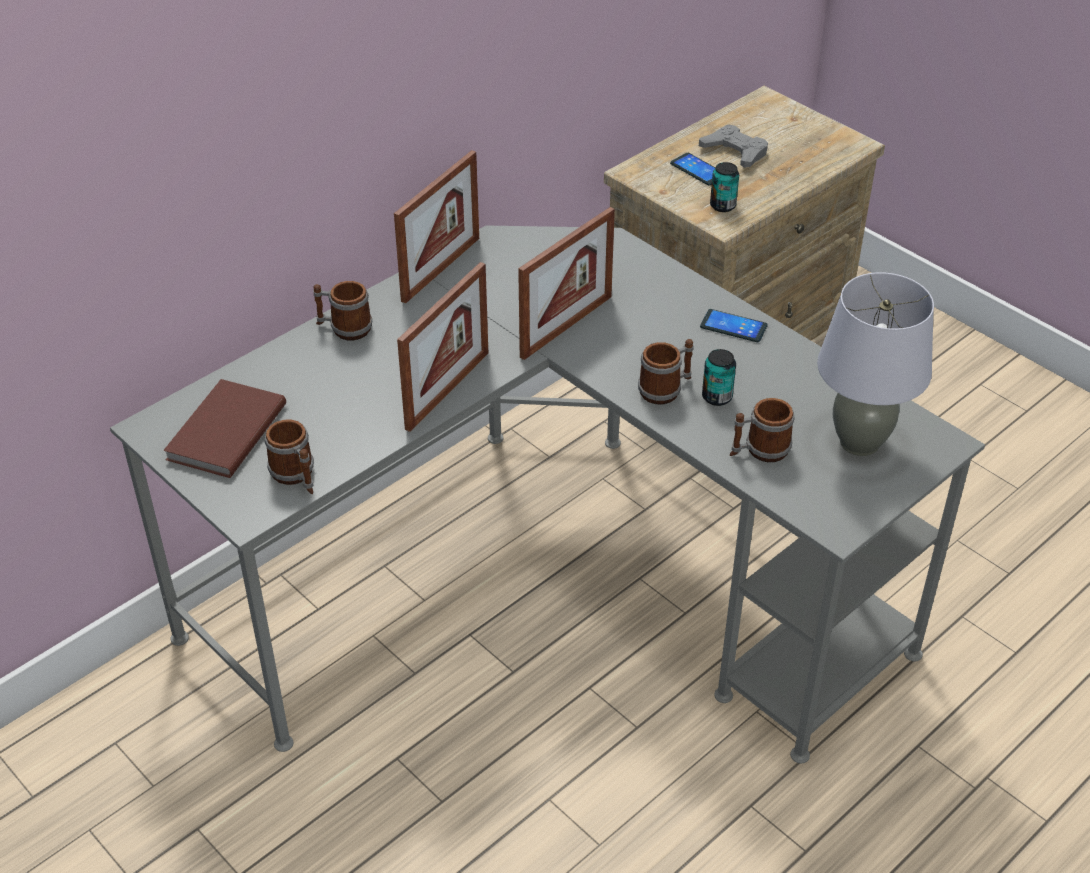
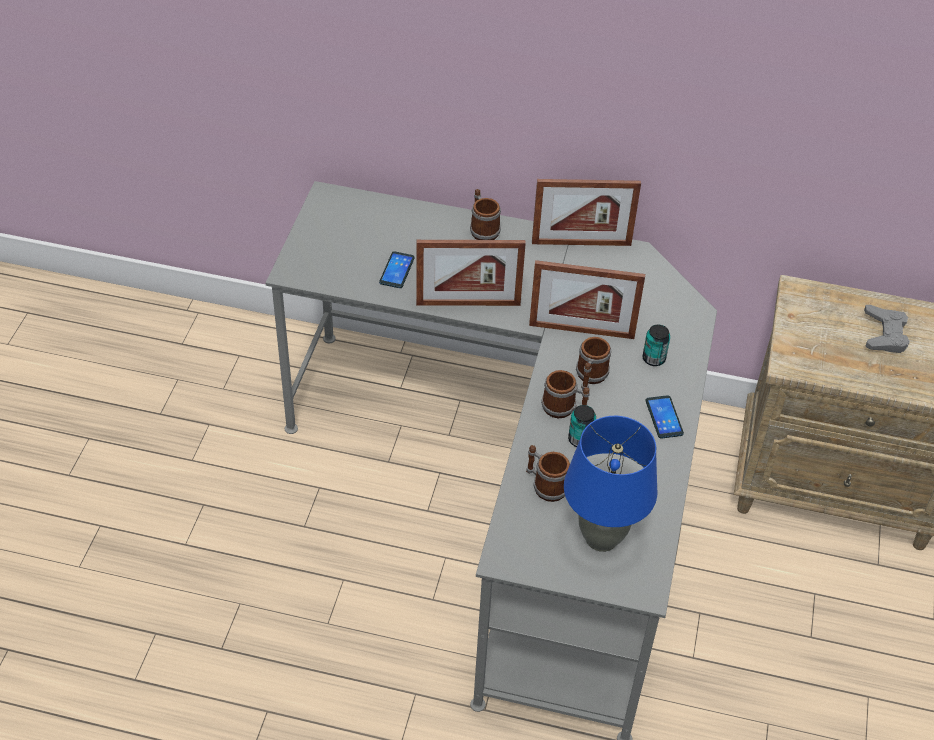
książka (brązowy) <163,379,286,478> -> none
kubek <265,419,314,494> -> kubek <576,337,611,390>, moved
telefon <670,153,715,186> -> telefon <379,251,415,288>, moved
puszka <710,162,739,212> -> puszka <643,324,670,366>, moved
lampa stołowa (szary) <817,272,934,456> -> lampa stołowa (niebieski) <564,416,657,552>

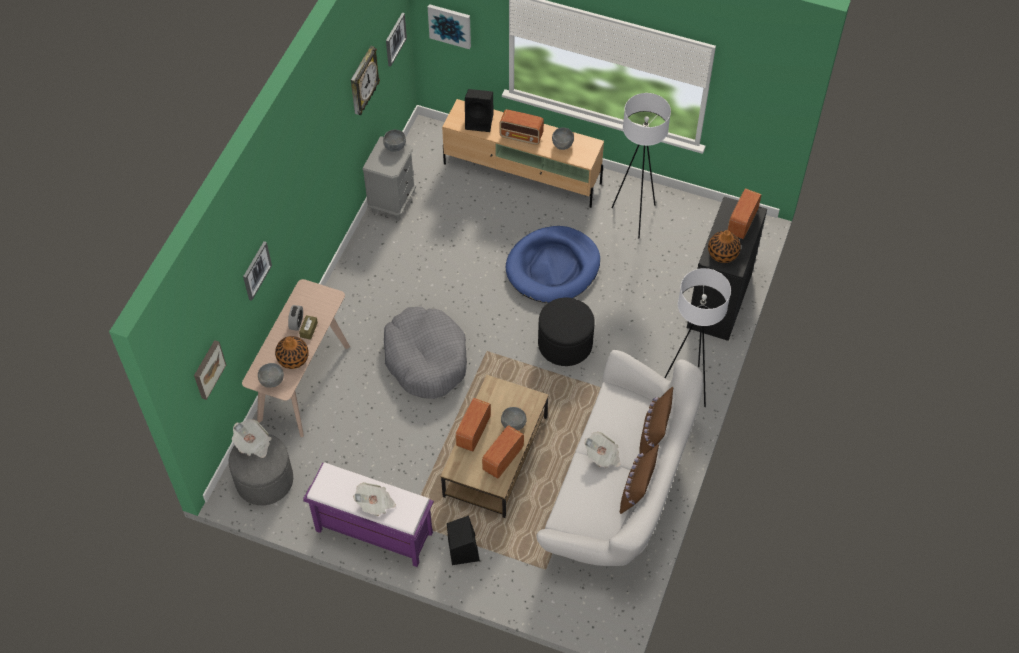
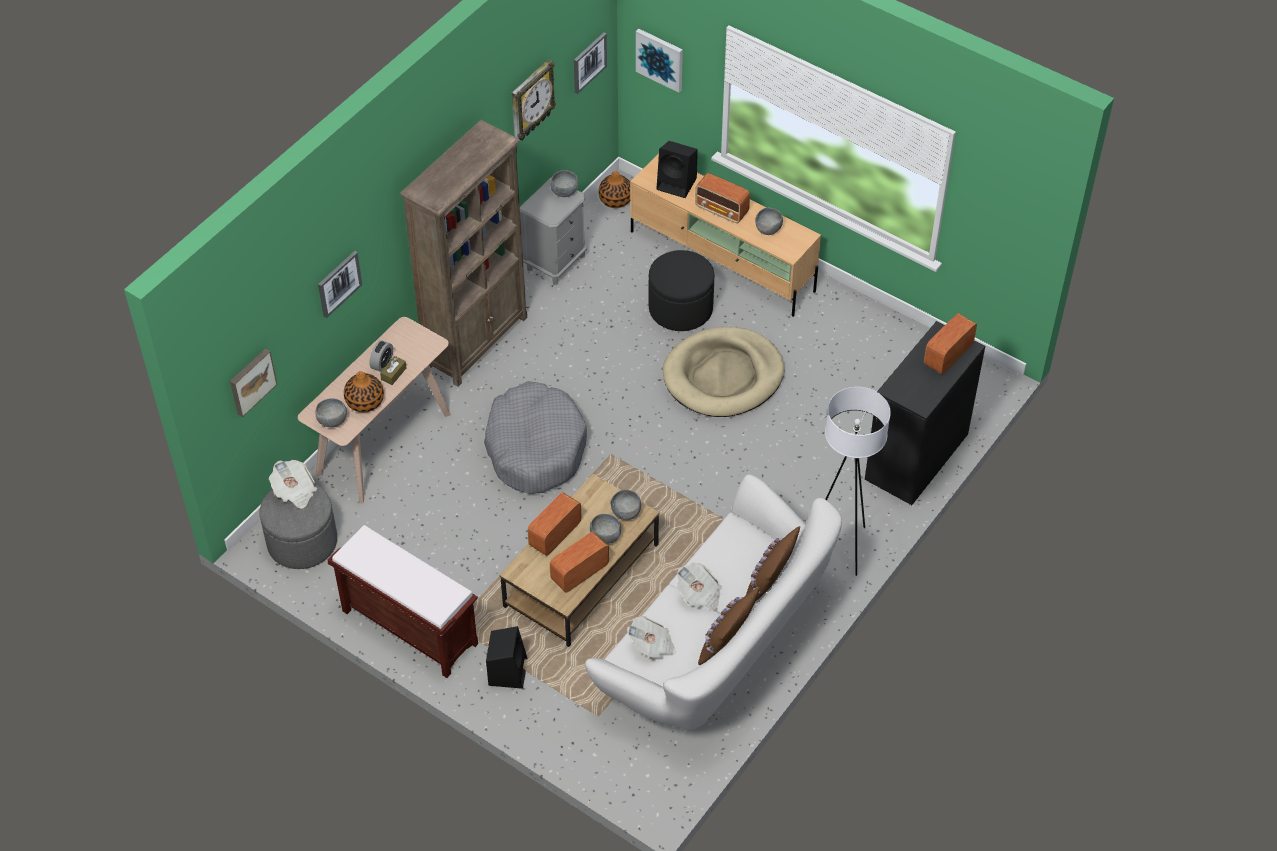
ławka (fioletowy) <303,462,434,567> -> ławka (brązowy) <328,525,478,678>
gazeta <353,482,396,516> -> gazeta <627,616,676,658>, moved
legowisko (niebieski) <506,226,600,303> -> legowisko (beżowy) <663,327,784,417>
pufa (czarny) <538,298,595,366> -> pufa (czarny) <648,250,715,331>, moved
lampa stojąca (biały) <611,93,671,238> -> none
wazon <708,230,741,263> -> wazon <598,171,630,208>, moved
none -> regał (brązowy) <400,120,527,387>
none -> miska (szary) <611,490,641,520>

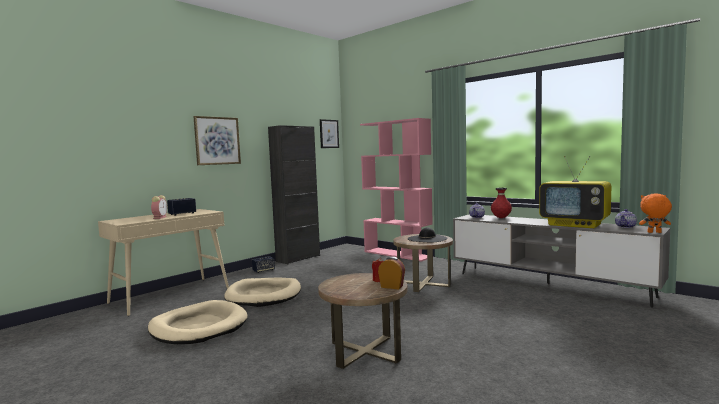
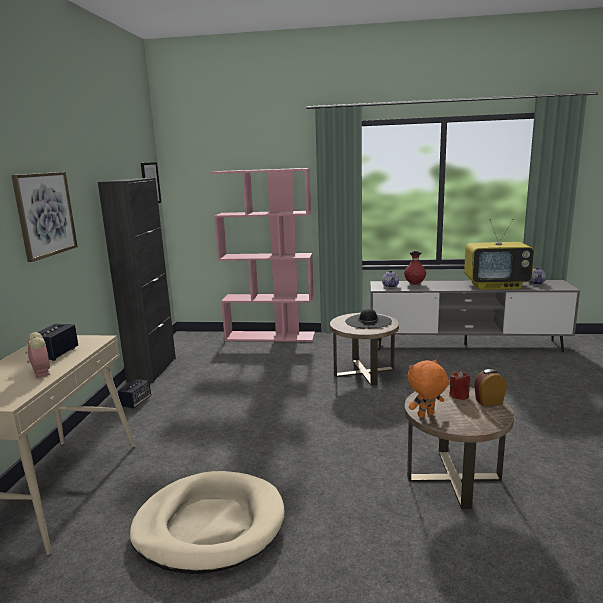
legowisko (beżowy) <224,278,301,307> -> none
pluszak (pomarańczowy) <639,193,672,233> -> pluszak (pomarańczowy) <408,359,449,418>, moved

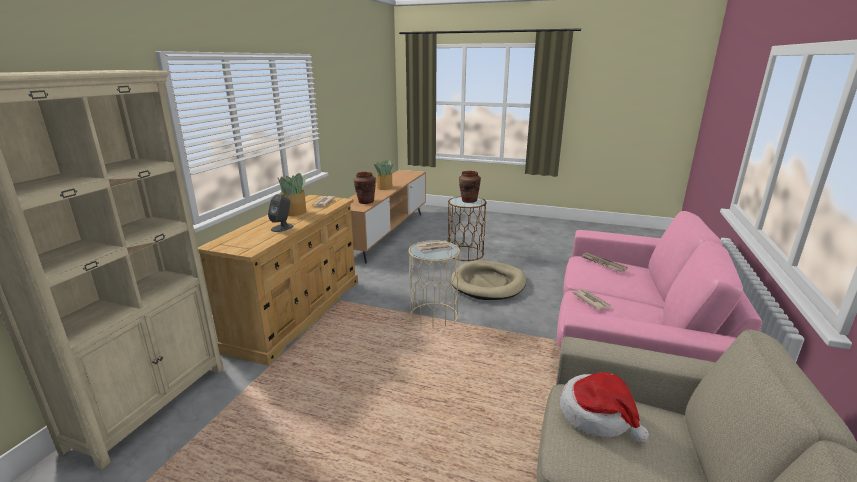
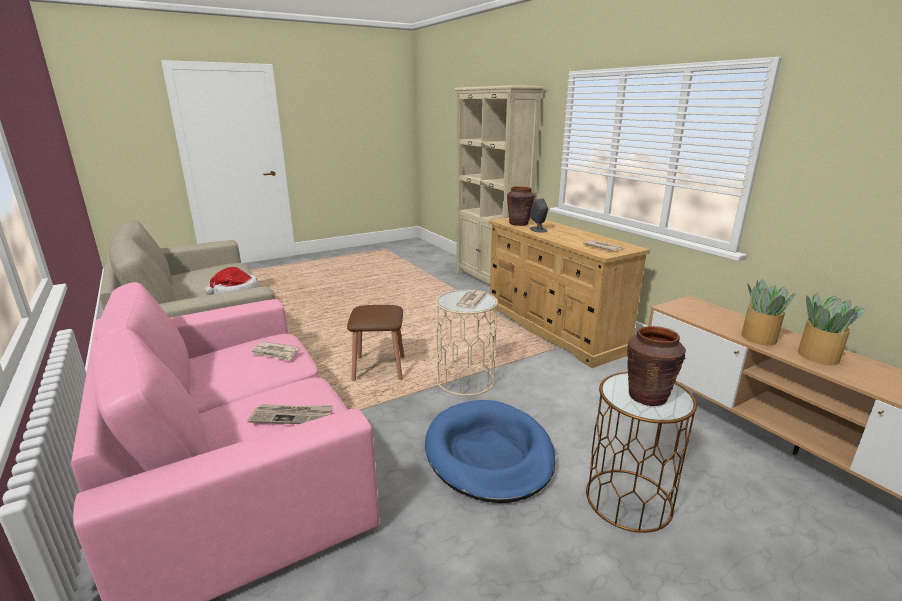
roślina doniczkowa <278,173,307,216> -> roślina doniczkowa <741,279,795,346>, moved
wazon (brązowy) <354,172,376,204> -> wazon (brązowy) <507,187,535,226>, moved
legowisko (beżowy) <450,260,526,300> -> legowisko (niebieski) <425,400,556,503>
none -> stołek (brązowy) <347,305,404,381>

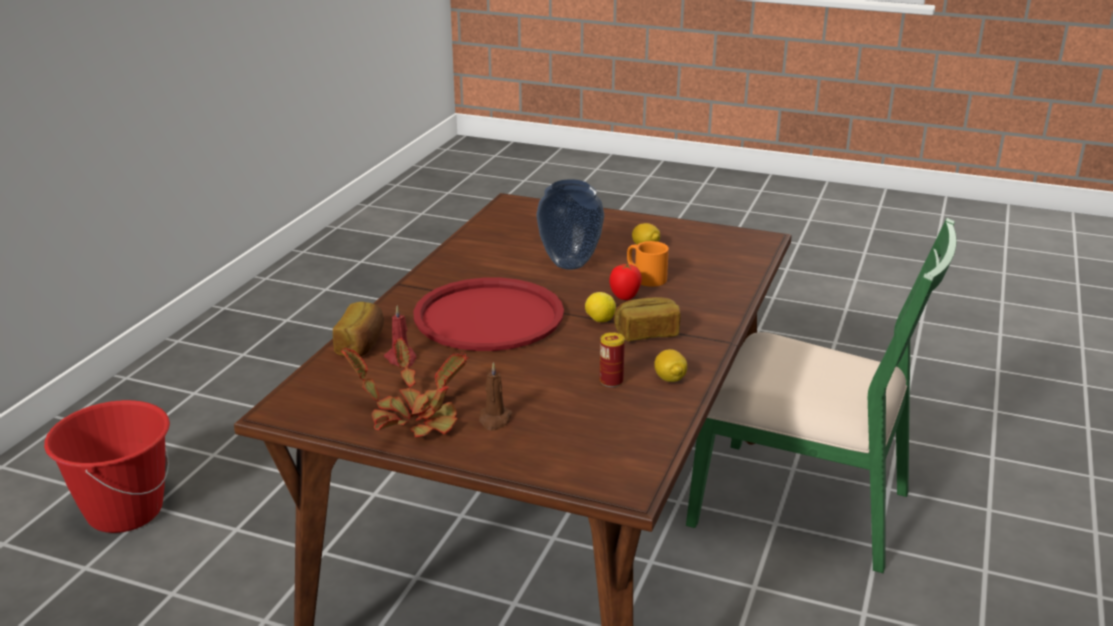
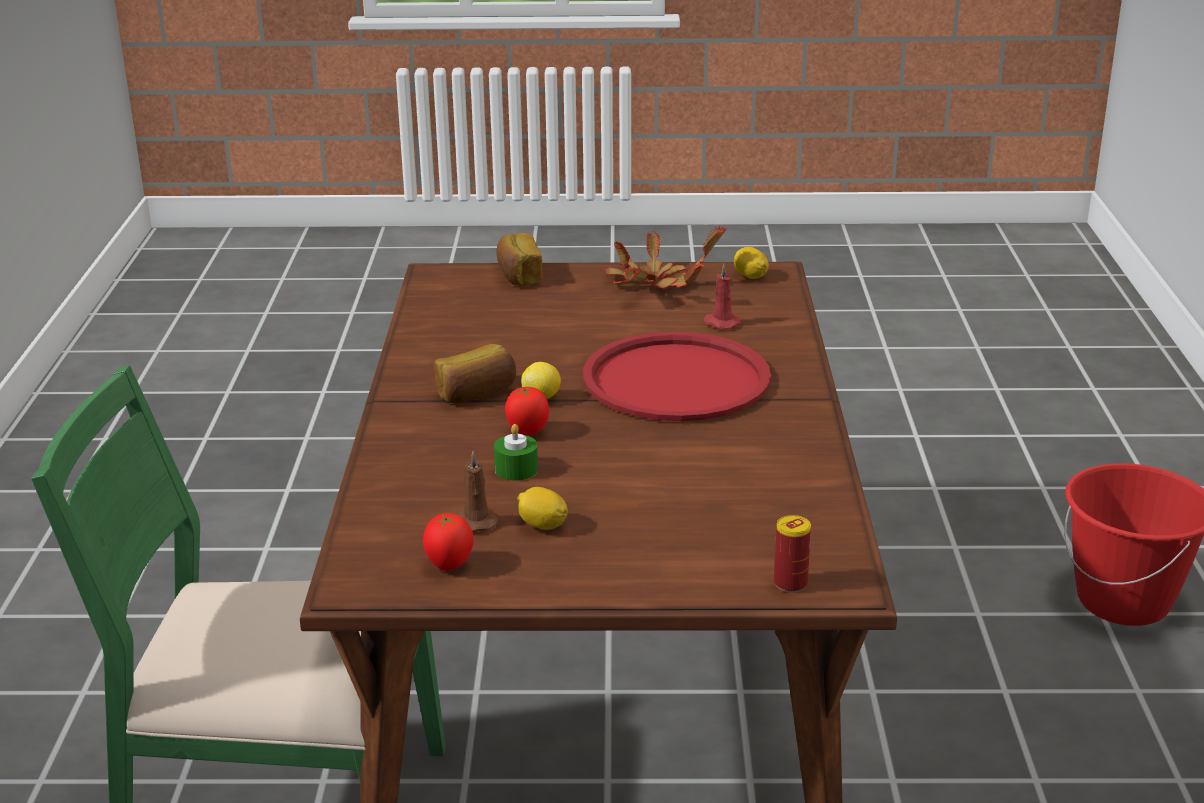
chleb <333,302,384,356> -> chleb <496,233,542,286>, moved
świeca (brązowy) <479,362,513,431> -> świeca (brązowy) <457,451,499,532>, moved
wazon <536,179,604,270> -> none
puszka <600,332,625,387> -> puszka <774,515,811,593>, moved
kubek (pomarańczowy) <627,241,669,287> -> świeca (zielony) <494,424,538,481>
cytryna <654,349,687,382> -> cytryna <734,247,769,279>, moved
none -> pomidor <423,513,473,571>

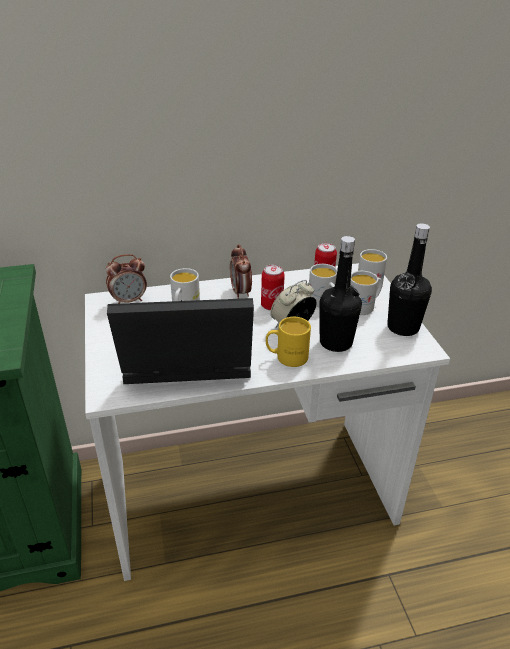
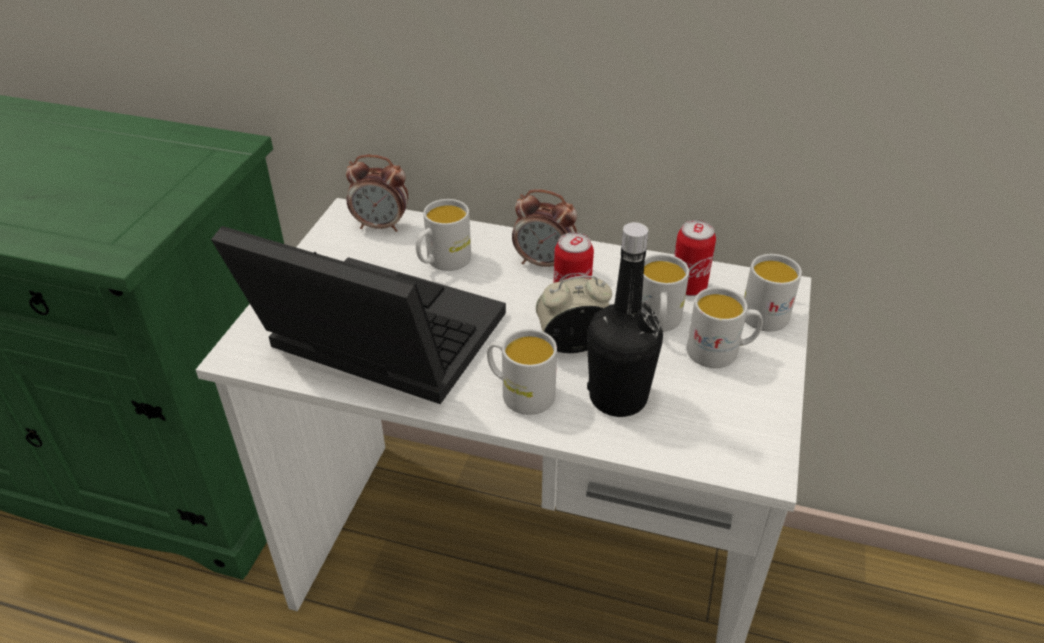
budzik <230,244,252,299> -> budzik <512,189,577,267>, 90 degrees counterclockwise
kubek (żółty) <266,317,311,367> -> kubek (biały) <487,329,557,415>
butelka (czarny) <387,223,432,336> -> none

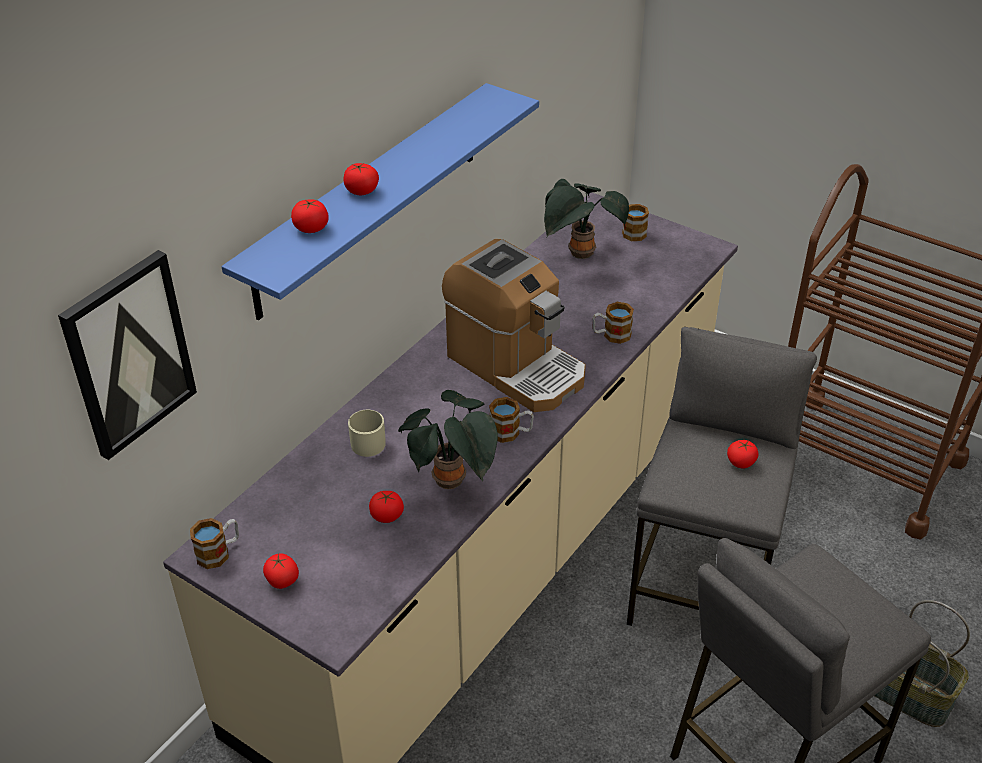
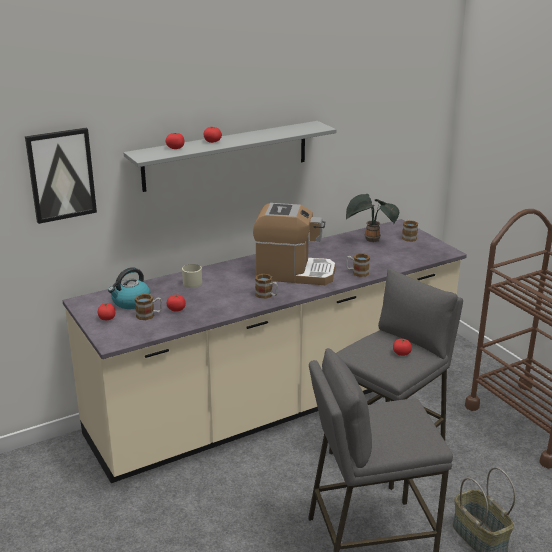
kubek <190,518,239,569> -> kubek <135,294,162,320>, moved
półka (niebieski) <222,83,539,320> -> półka (szary) <123,121,336,192>
roślina doniczkowa <398,390,498,489> -> none
ekspres do kawy <442,239,586,412> -> ekspres do kawy <253,203,336,285>, 60 degrees counterclockwise
none -> czajnik <108,267,151,309>

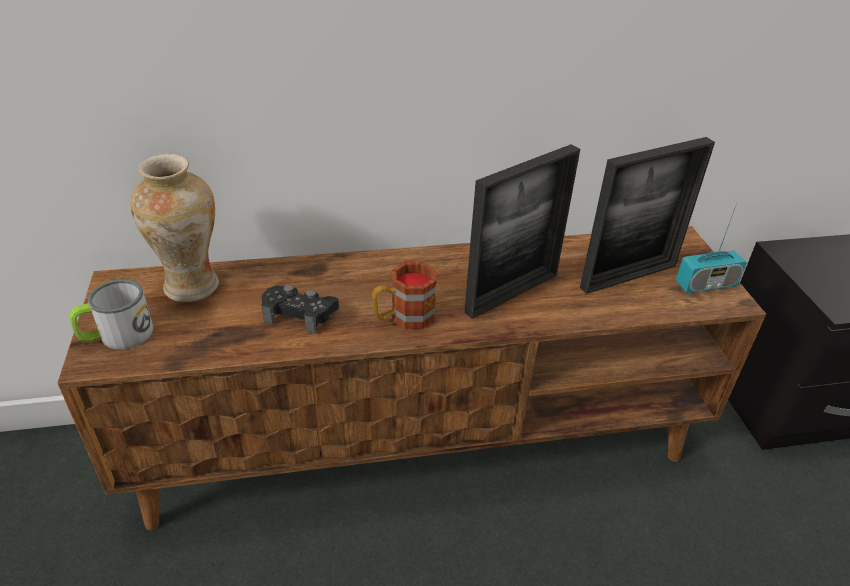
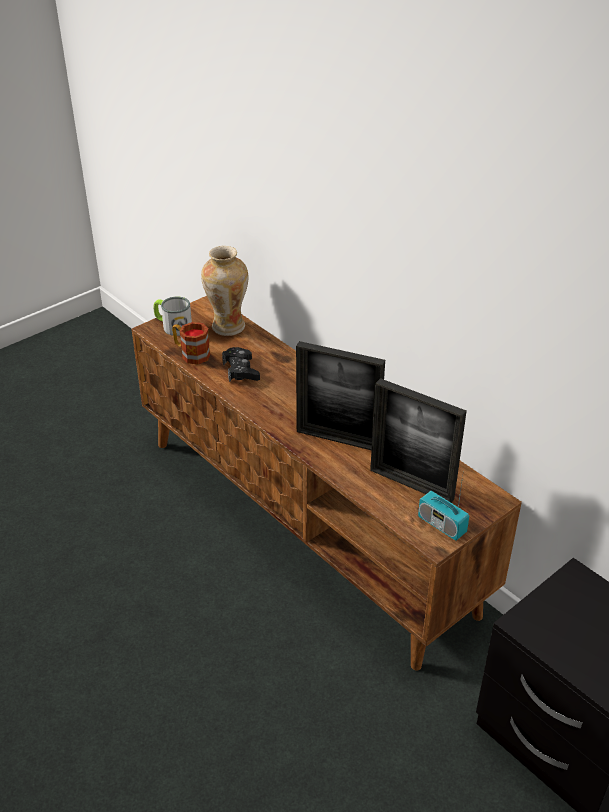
kubek <372,262,437,329> -> kubek <172,322,211,364>, moved

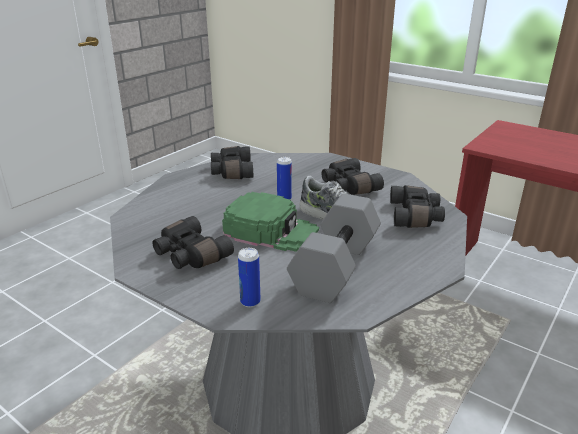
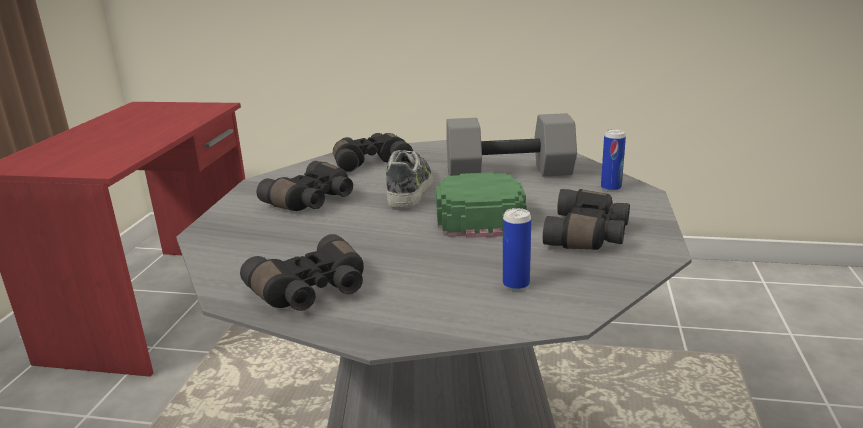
puszka <277,157,292,199> -> puszka <503,208,531,291>, moved

